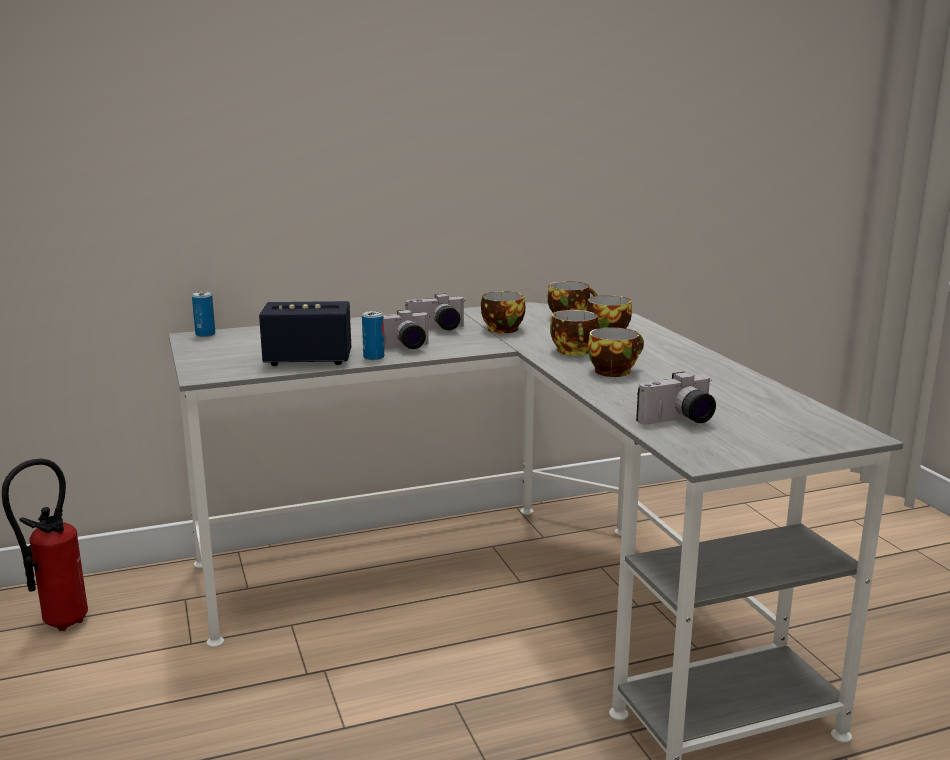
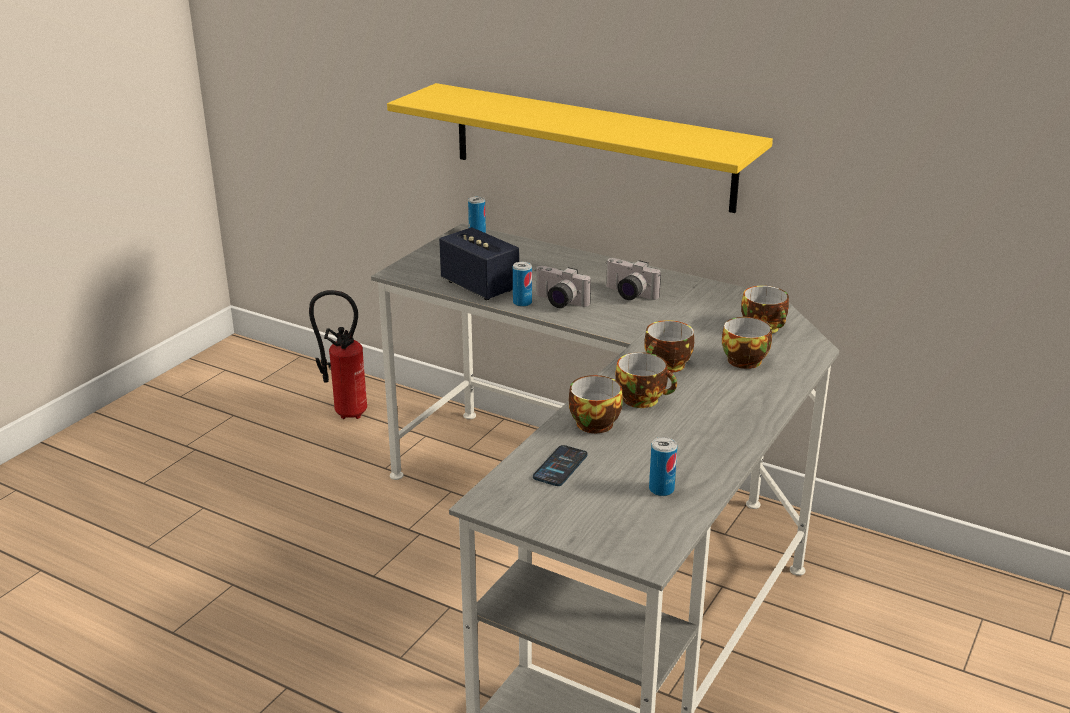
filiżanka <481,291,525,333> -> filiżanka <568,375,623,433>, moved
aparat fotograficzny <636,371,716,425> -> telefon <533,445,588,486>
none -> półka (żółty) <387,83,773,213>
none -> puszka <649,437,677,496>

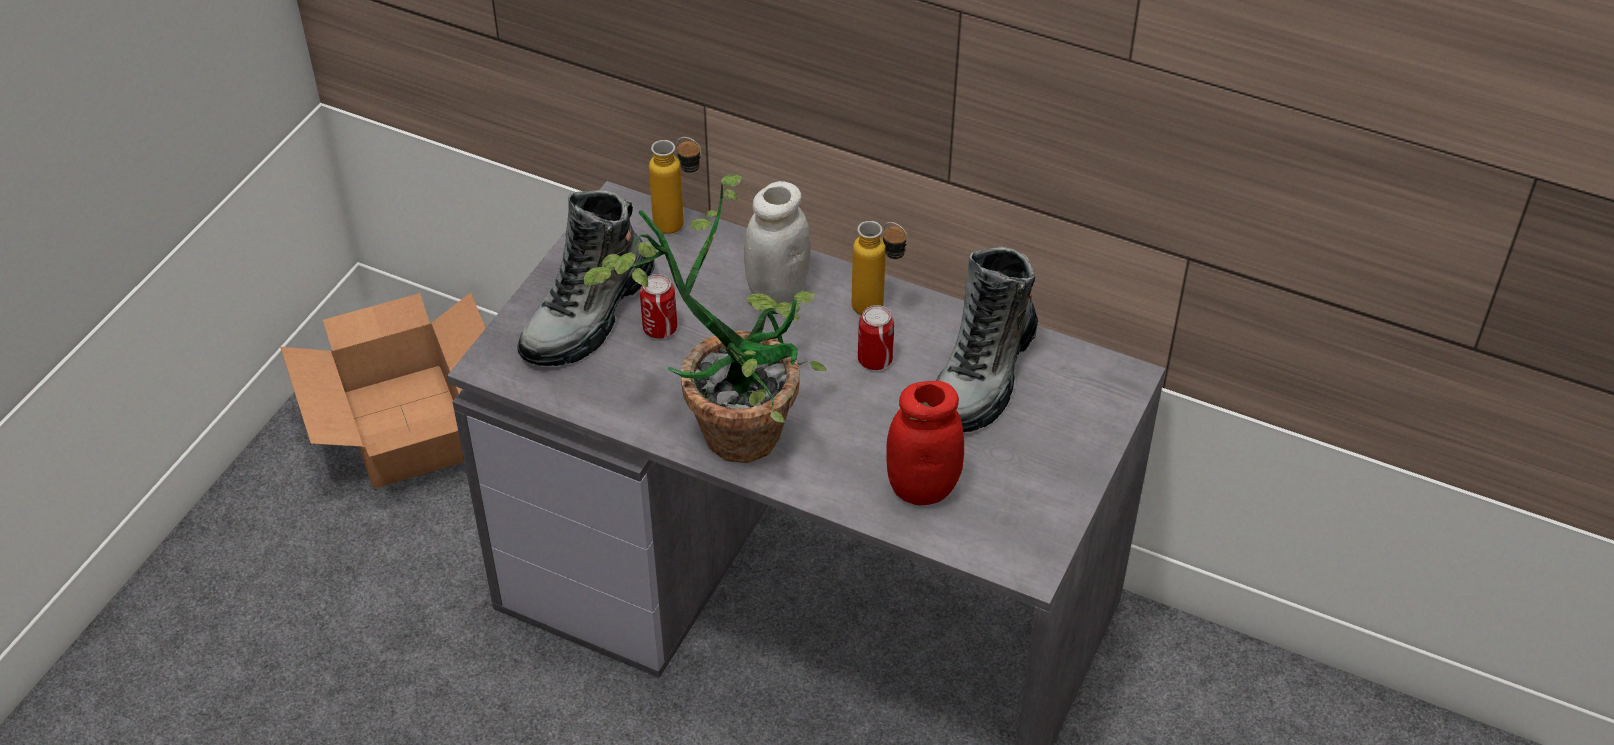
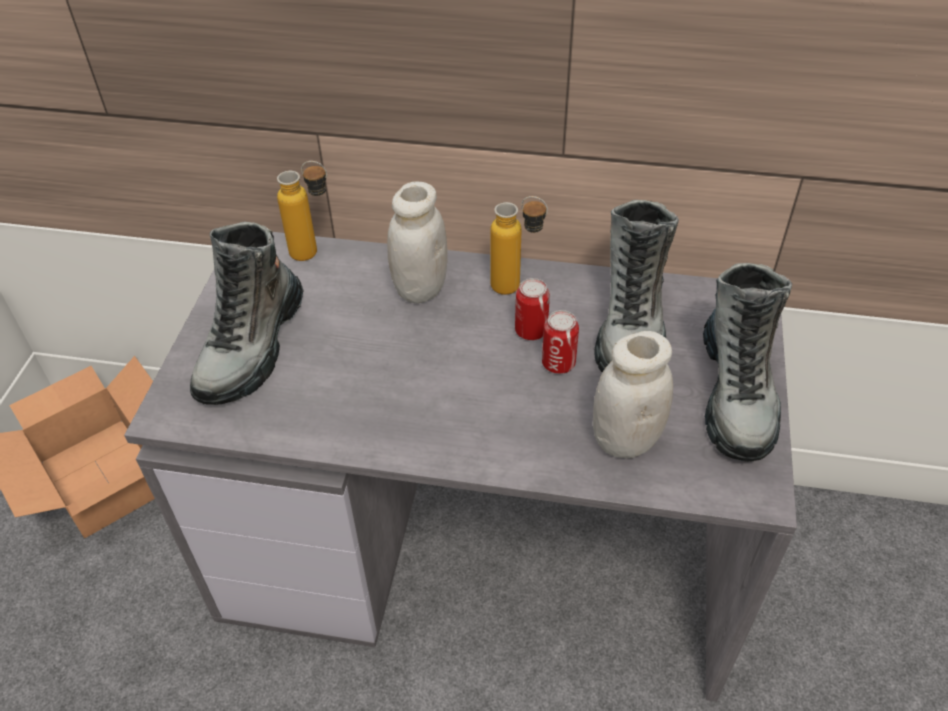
roślina doniczkowa <584,175,827,463> -> none
puszka <640,274,677,339> -> puszka <542,310,579,374>, moved
słoik (czerwony) <886,381,964,505> -> słoik (biały) <593,331,673,458>
none -> but z cholewką <703,263,792,462>

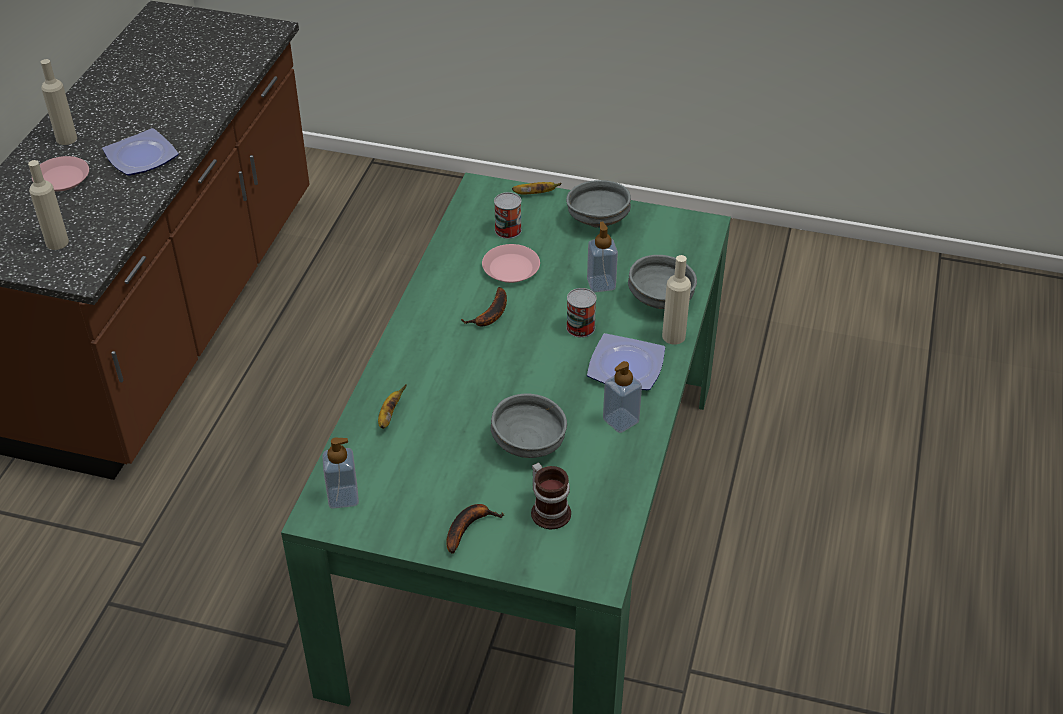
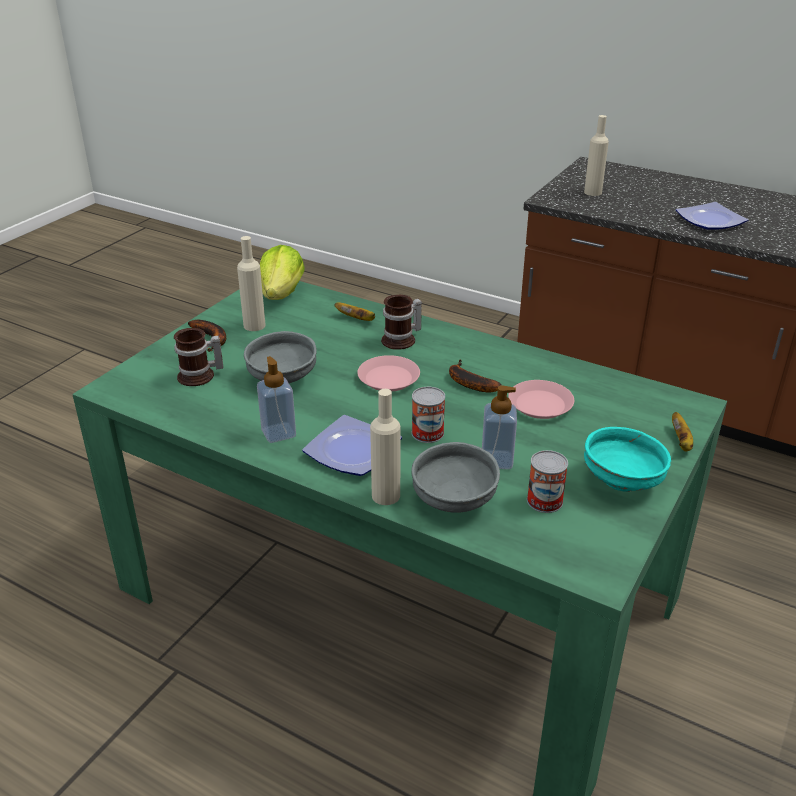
talerz (różowy) <32,156,89,191> -> talerz (różowy) <357,355,420,392>, moved
butelka (beżowy) <41,59,77,145> -> butelka (beżowy) <237,236,266,331>, moved
dozownik mydła <322,438,359,509> -> sałata <260,245,305,300>
puszka <494,192,522,239> -> puszka <527,450,568,513>, moved
miska (szary) <566,180,631,228> -> miska (turkusowy) <584,427,671,492>
none -> kubek <381,295,422,350>

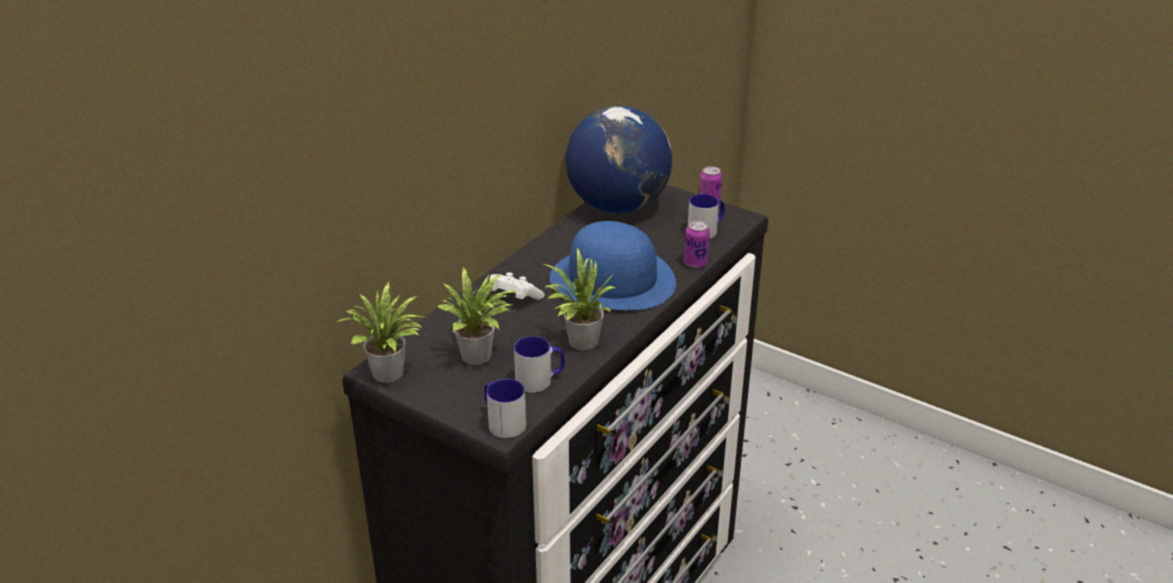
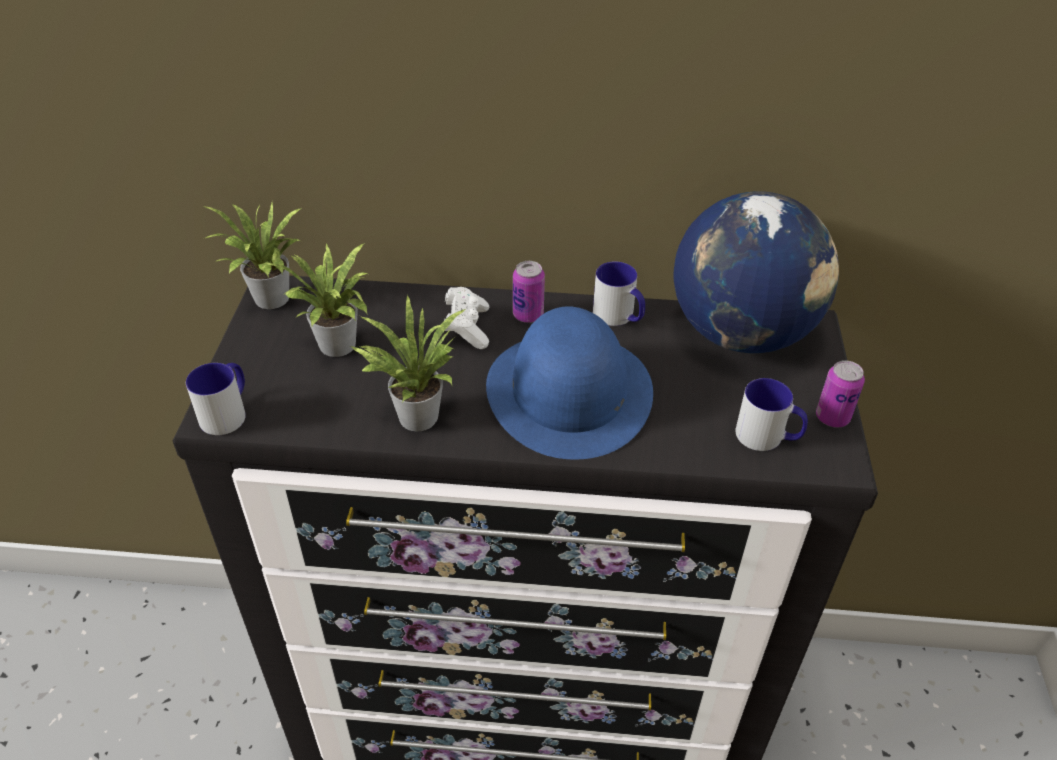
kubek <514,336,565,393> -> kubek <593,261,645,326>, moved
puszka <684,221,710,268> -> puszka <513,261,545,323>, moved

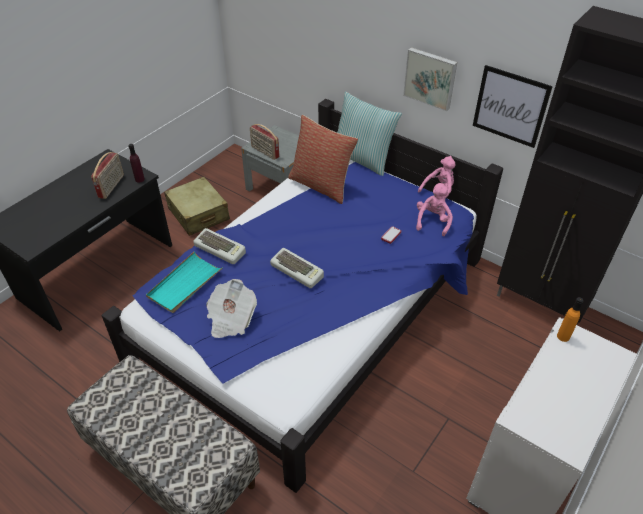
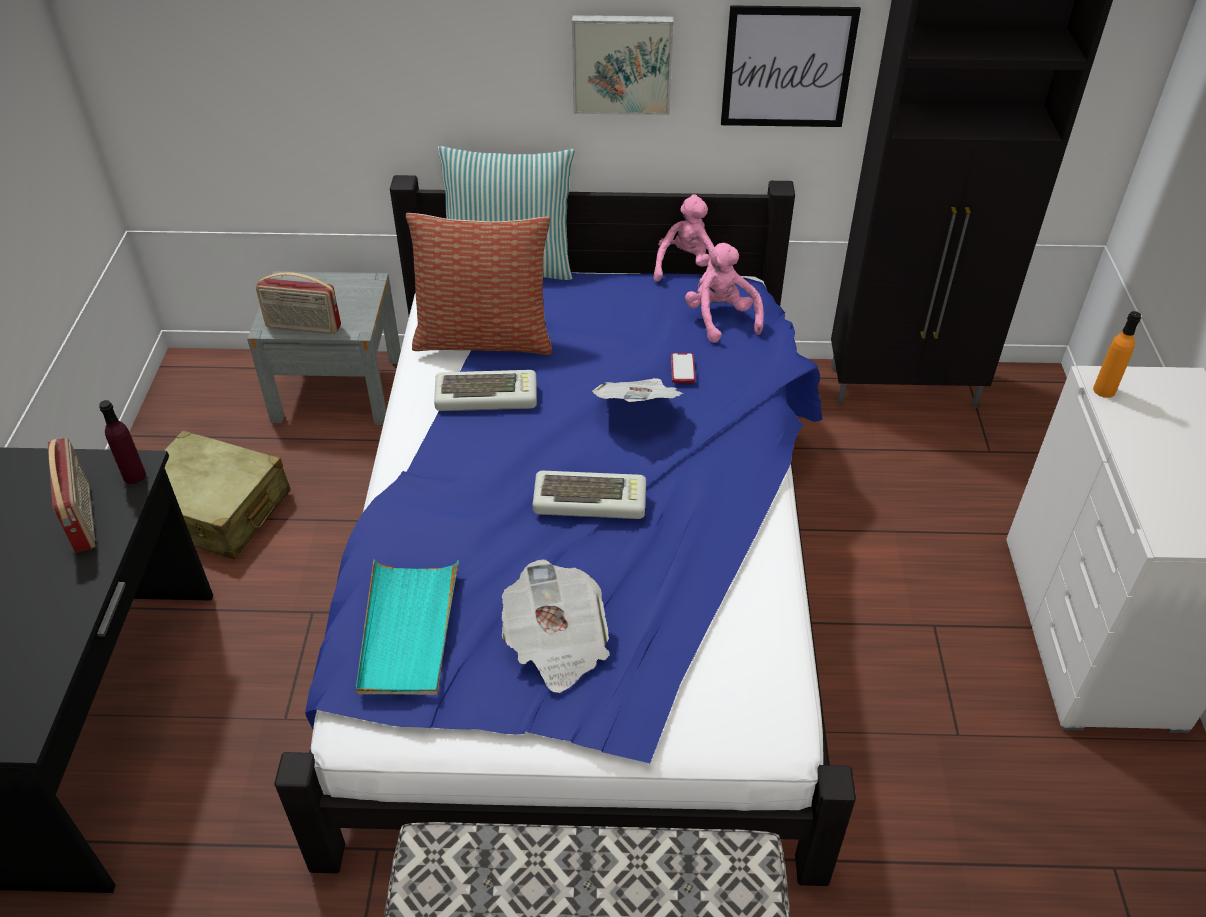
klawiatura <193,228,246,264> -> klawiatura <434,370,537,411>, moved
none -> gazeta <593,378,684,402>

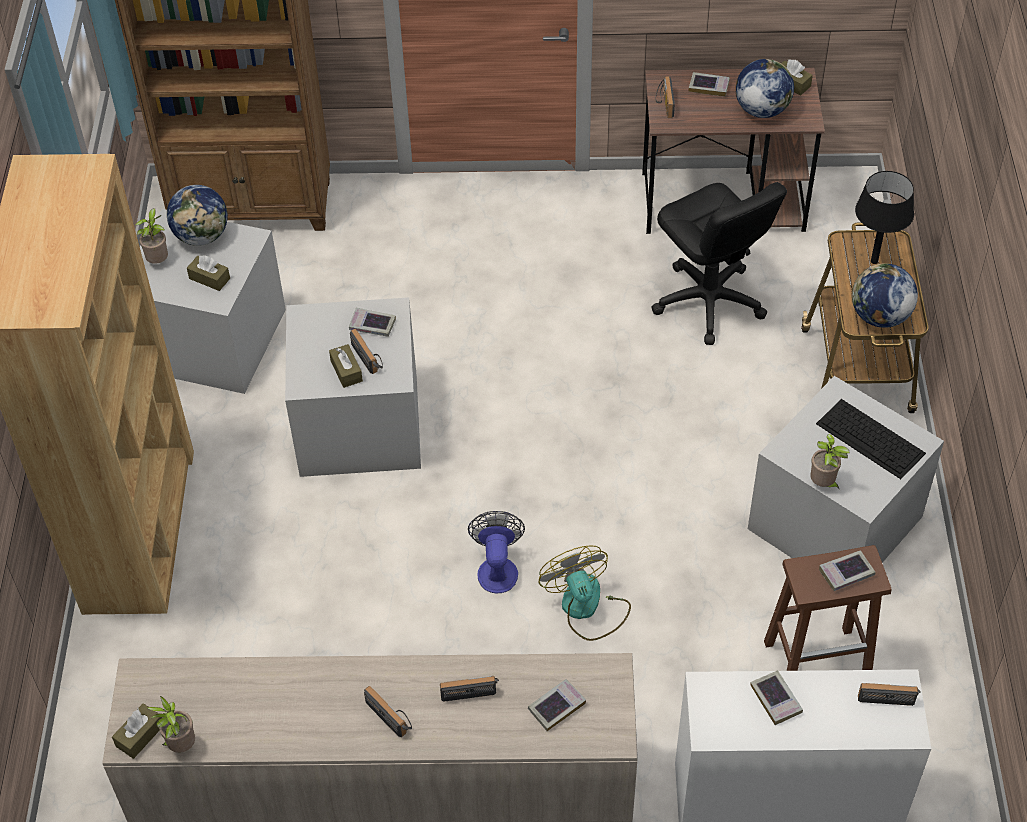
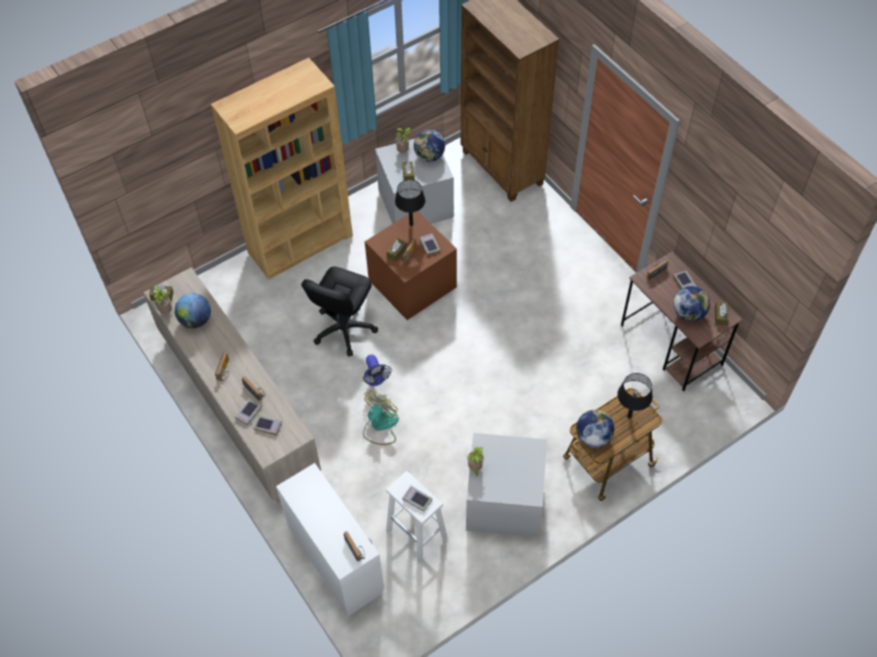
pojemnik do przechowywania (szary) <285,297,421,477> -> pojemnik do przechowywania (brązowy) <365,211,457,320>
wentylator <468,511,525,593> -> wentylator <363,354,392,386>, 105 degrees clockwise
krzesło biurowe (czarny) <651,182,787,345> -> krzesło biurowe (czarny) <301,267,378,356>, moved
książka <750,670,803,725> -> książka <235,399,262,425>, moved
stołek (brązowy) <764,545,892,671> -> stołek (biały) <386,471,448,564>
klawiatura <816,399,926,479> -> none
none -> globus <175,293,211,328>
none -> lampa stołowa (czarny) <395,180,425,226>

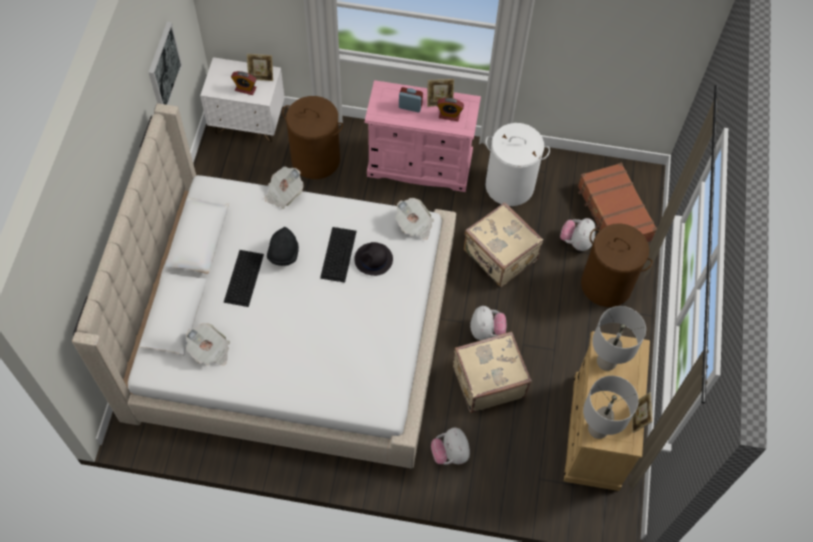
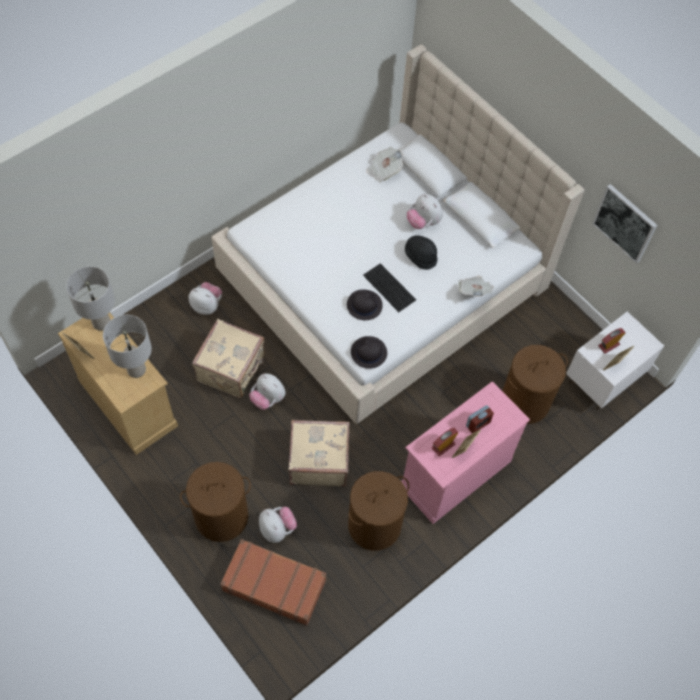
klawiatura <224,250,264,307> -> pluszak <407,194,443,229>
gazeta <395,198,434,240> -> kapelusz (czarny) <351,336,387,369>
kosz na pranie (biały) <485,123,550,206> -> kosz na pranie (brązowy) <348,471,409,551>

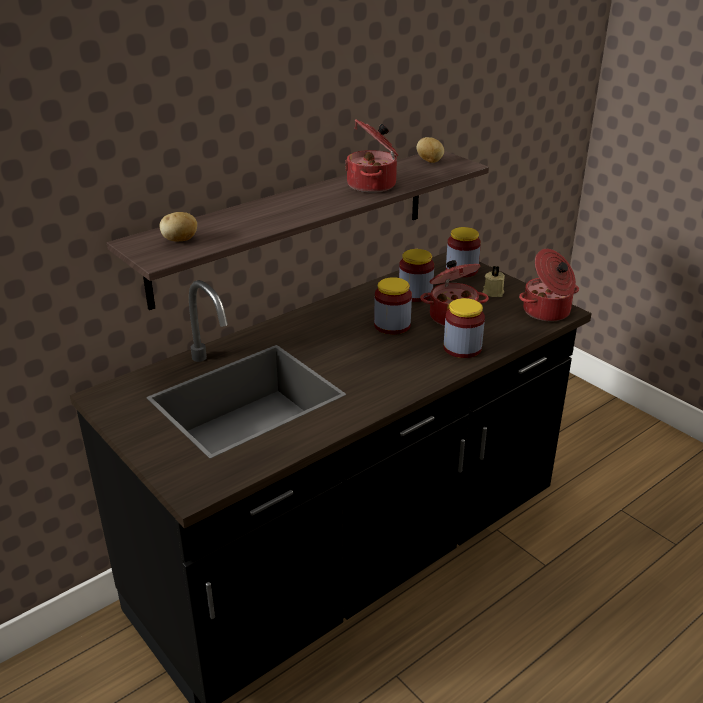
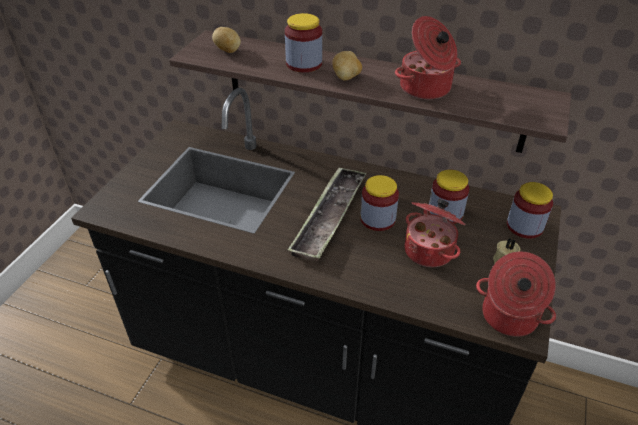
ziemniak <416,137,444,163> -> ziemniak <332,51,362,80>, moved
słoik <444,298,485,358> -> słoik <285,13,322,72>, moved
none -> taca <288,167,367,262>

